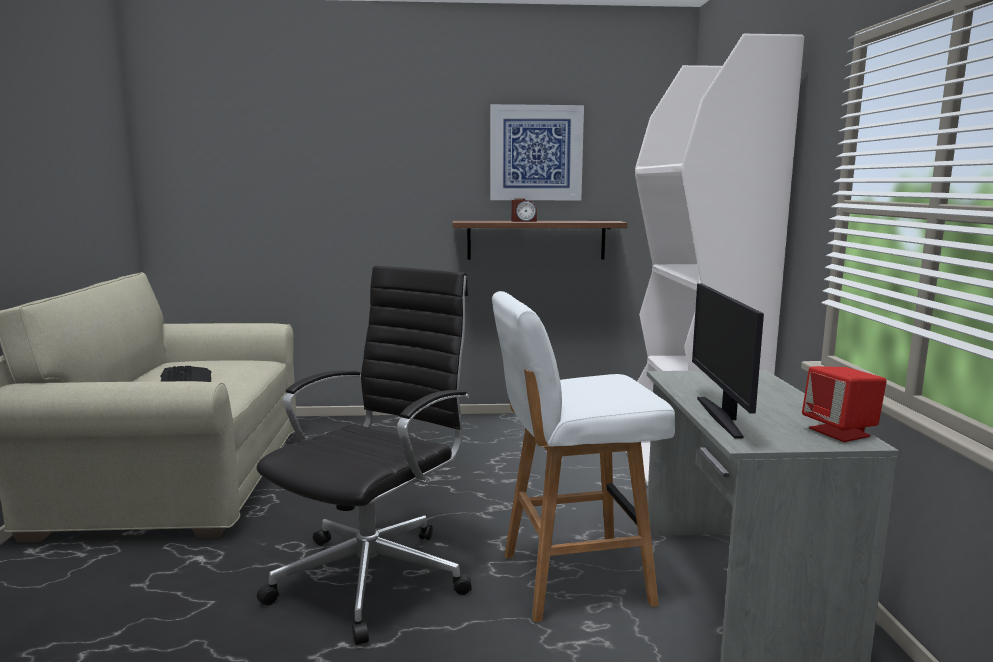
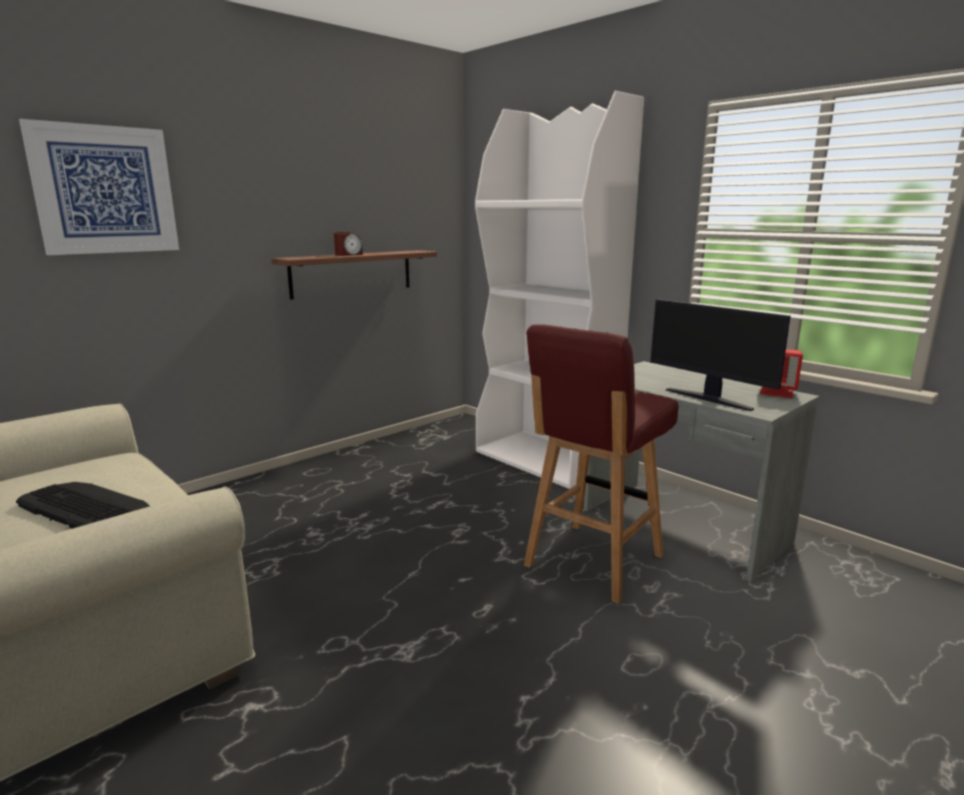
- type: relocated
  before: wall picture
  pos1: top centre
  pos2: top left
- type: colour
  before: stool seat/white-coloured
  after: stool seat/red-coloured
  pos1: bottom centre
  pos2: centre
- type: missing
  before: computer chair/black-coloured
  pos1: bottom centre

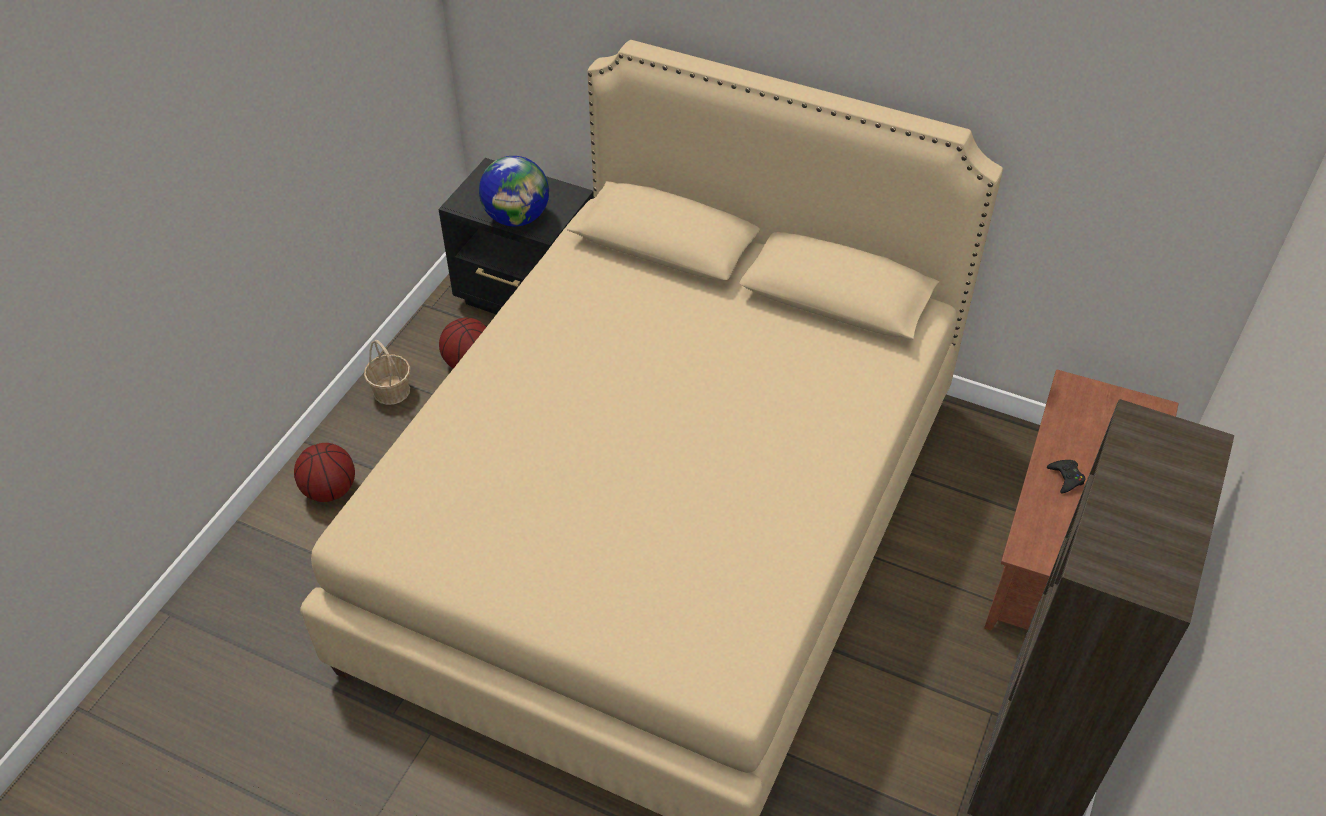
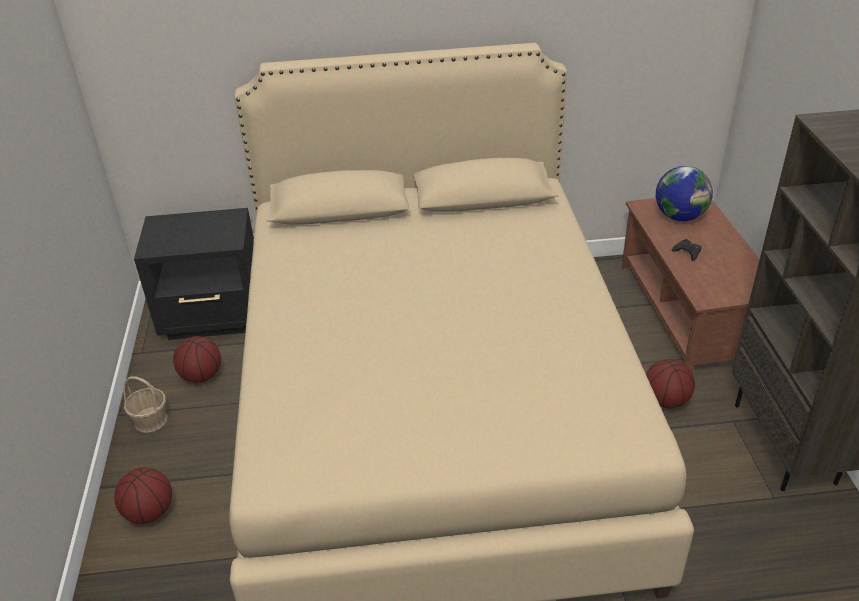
- type: appeared
  after: ball for basketball (no. 3 from left)
  pos2: middle right
- type: relocated
  before: world globe
  pos1: top centre
  pos2: top right

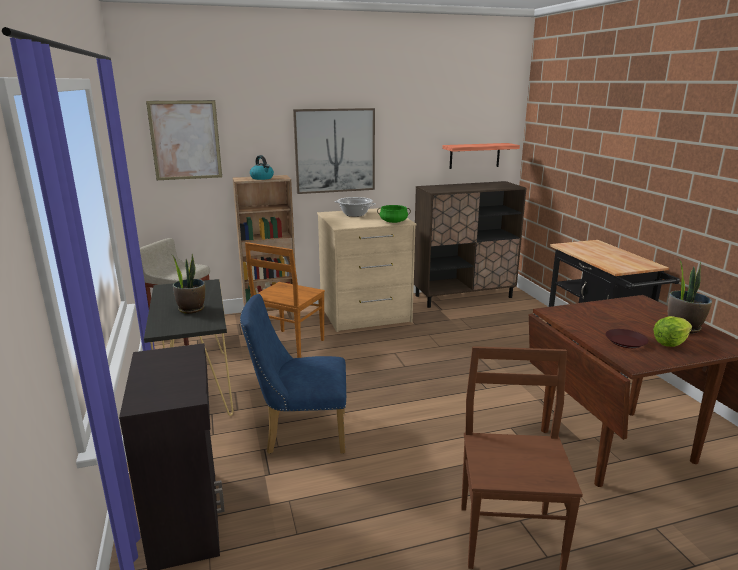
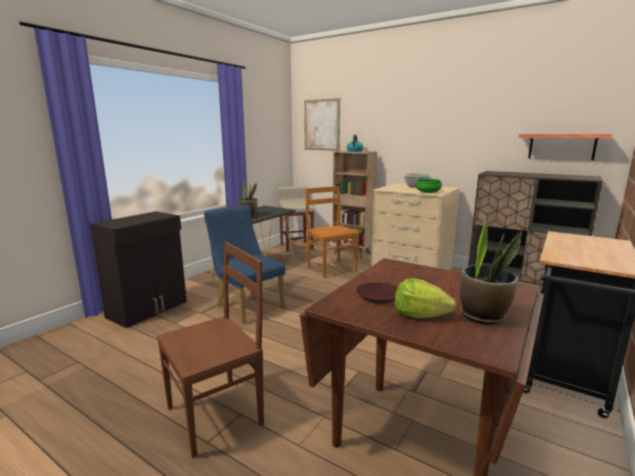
- type: spun
  before: chair/brown-coloured (no. 1 from left in the first image)
  pos1: centre
  pos2: centre
  turn: 75
- type: missing
  before: wall picture (no. 2 from left)
  pos1: top centre

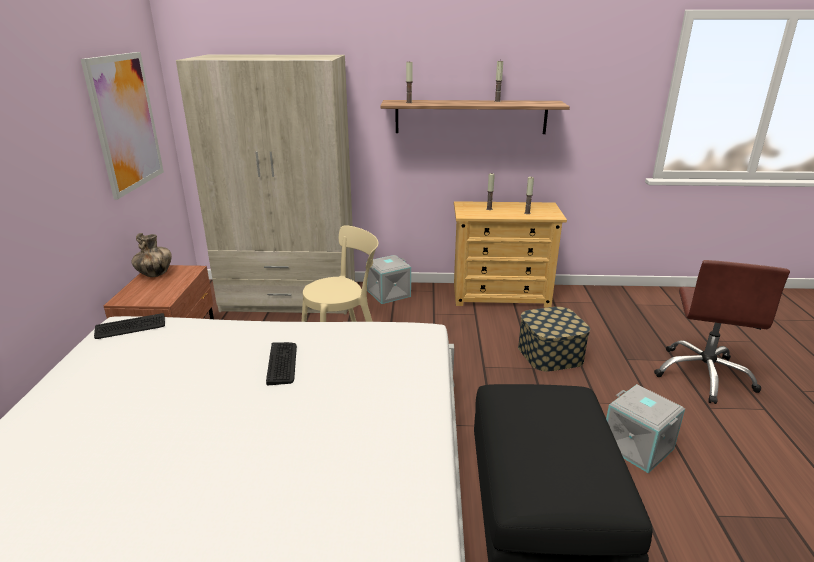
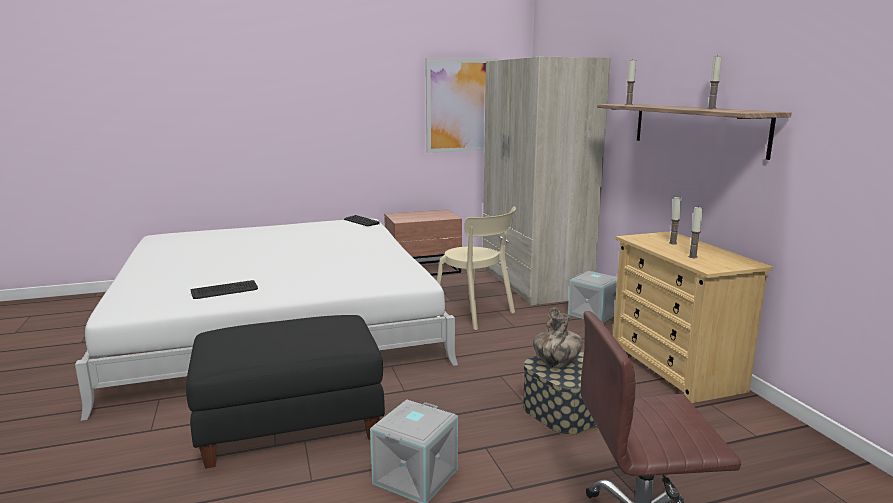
- type: relocated
  before: PC keyboard (no. 2 from left in the first image)
  after: PC keyboard (no. 1 from left)
  pos1: centre
  pos2: middle left
- type: relocated
  before: flower vase
  pos1: middle left
  pos2: bottom centre

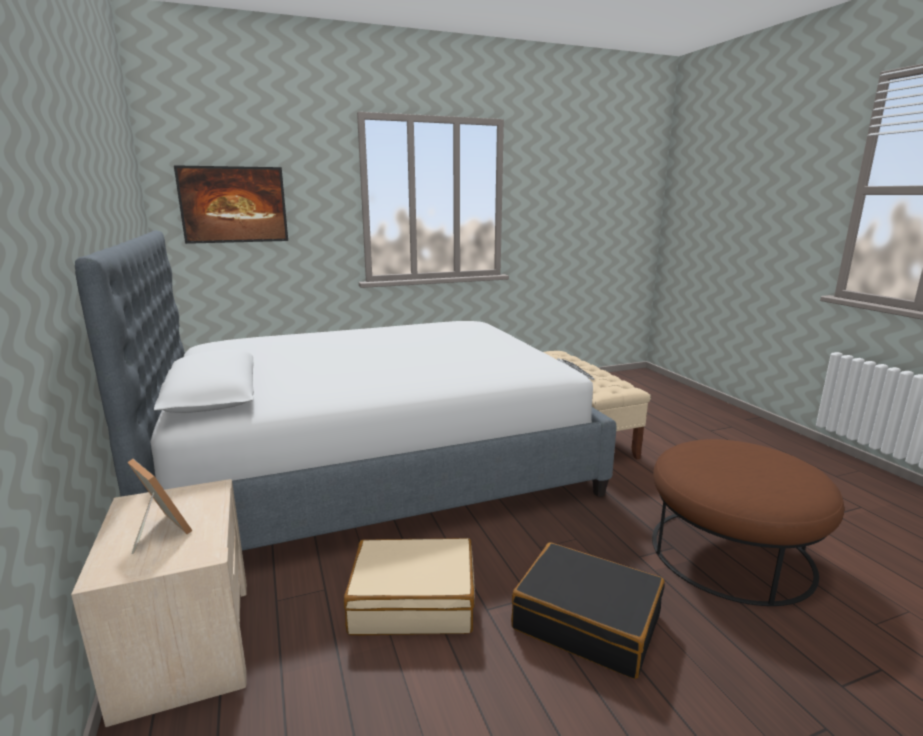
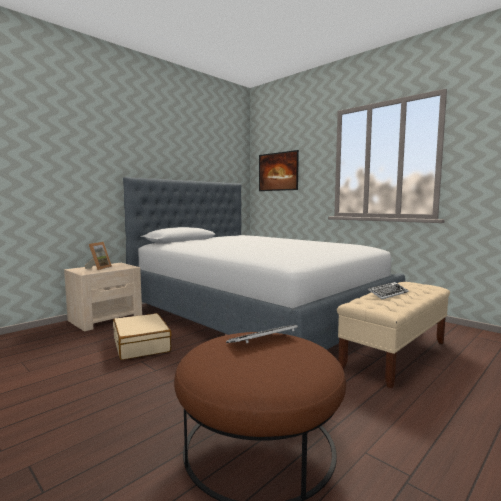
- type: appeared
  after: PC keyboard (no. 1 from left)
  pos2: bottom centre
- type: missing
  before: travel case/black-coloured
  pos1: bottom centre

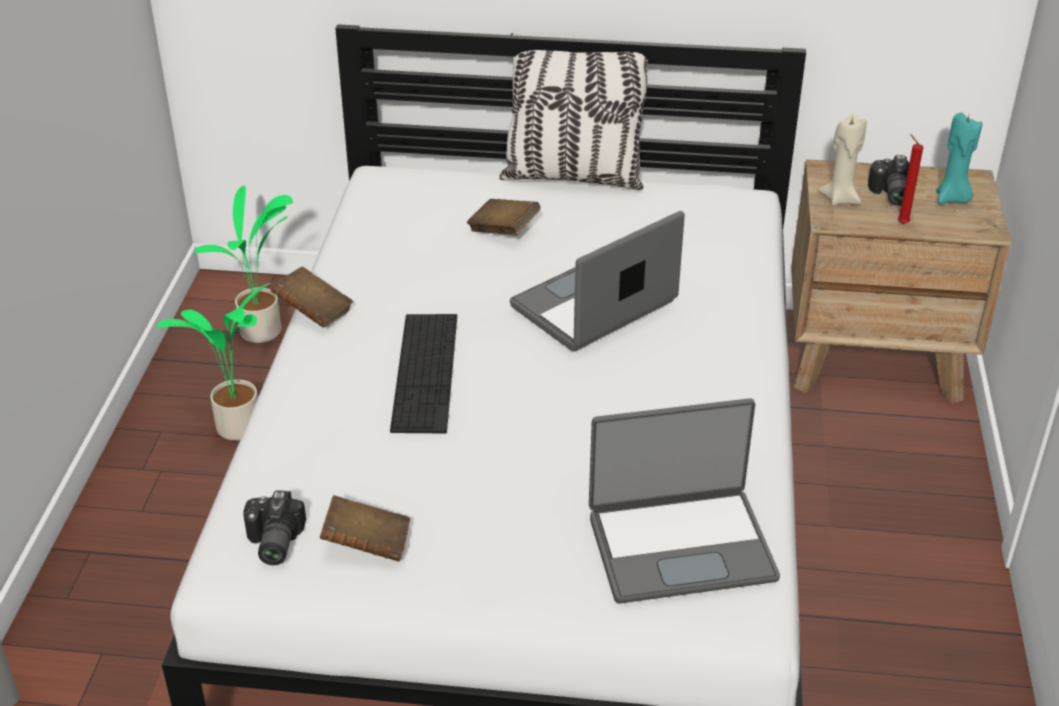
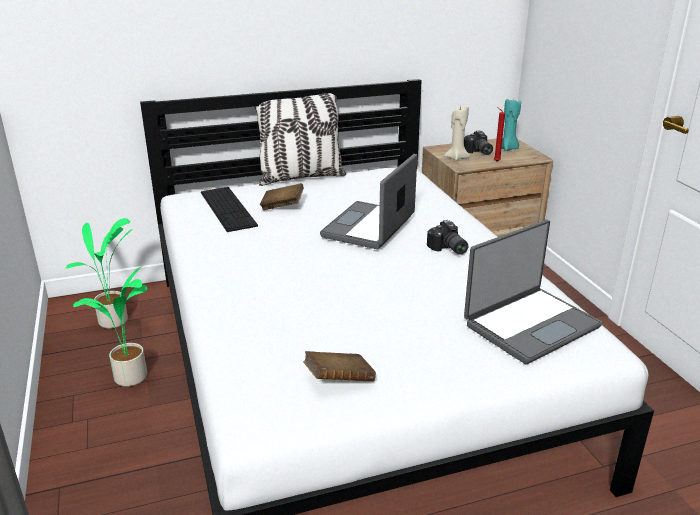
- type: relocated
  before: PC keyboard
  pos1: centre
  pos2: middle left
- type: relocated
  before: photo camera (no. 1 from left)
  pos1: bottom left
  pos2: centre
- type: missing
  before: volume/brown-coloured (no. 1 from left)
  pos1: middle left

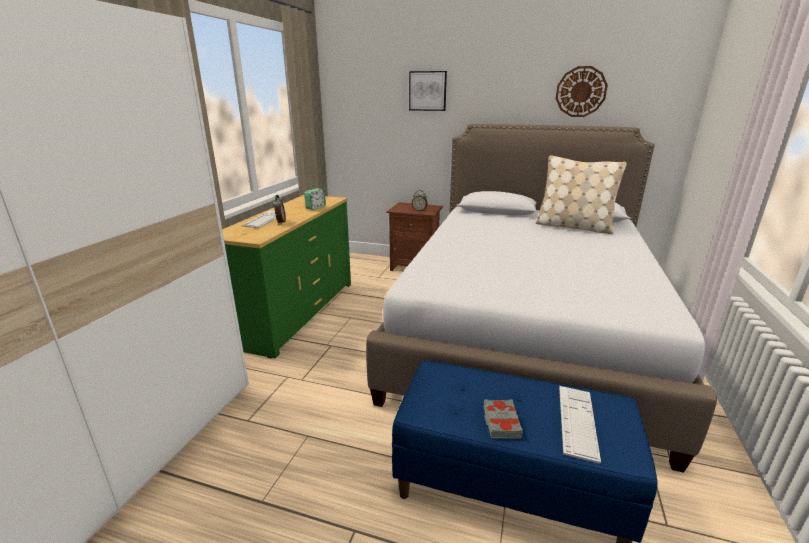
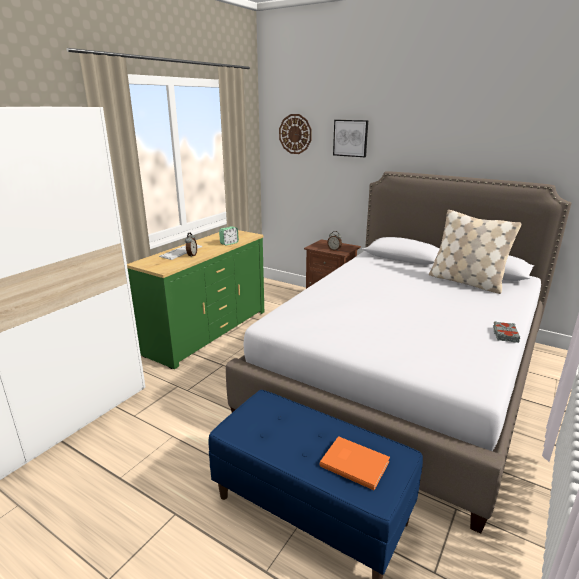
- type: relocated
  before: clock on the wall
  pos1: top right
  pos2: top centre
- type: exchanged
  before: PC keyboard (no. 2 from left)
  after: volume/orange
  pos1: bottom right
  pos2: bottom centre
- type: relocated
  before: volume/gray
  pos1: bottom centre
  pos2: middle right

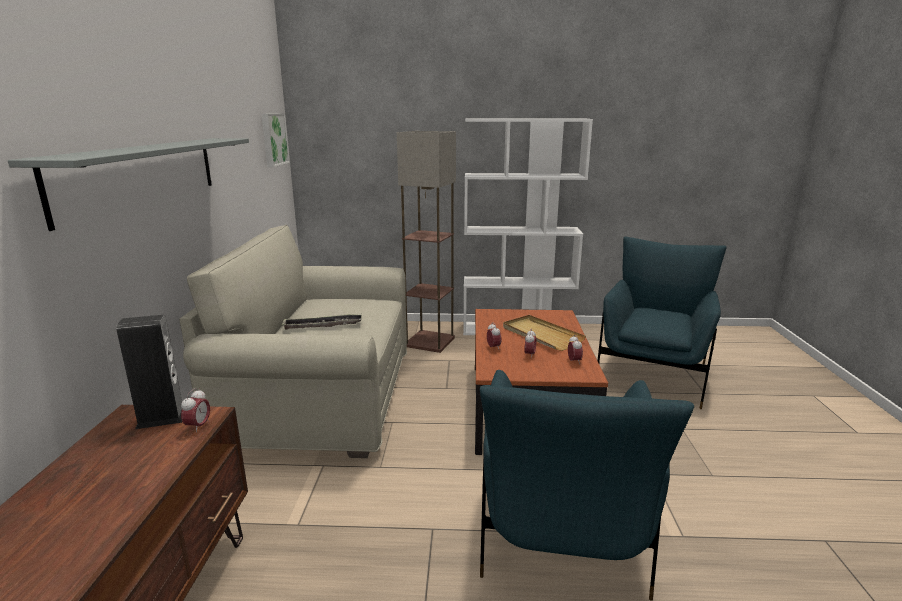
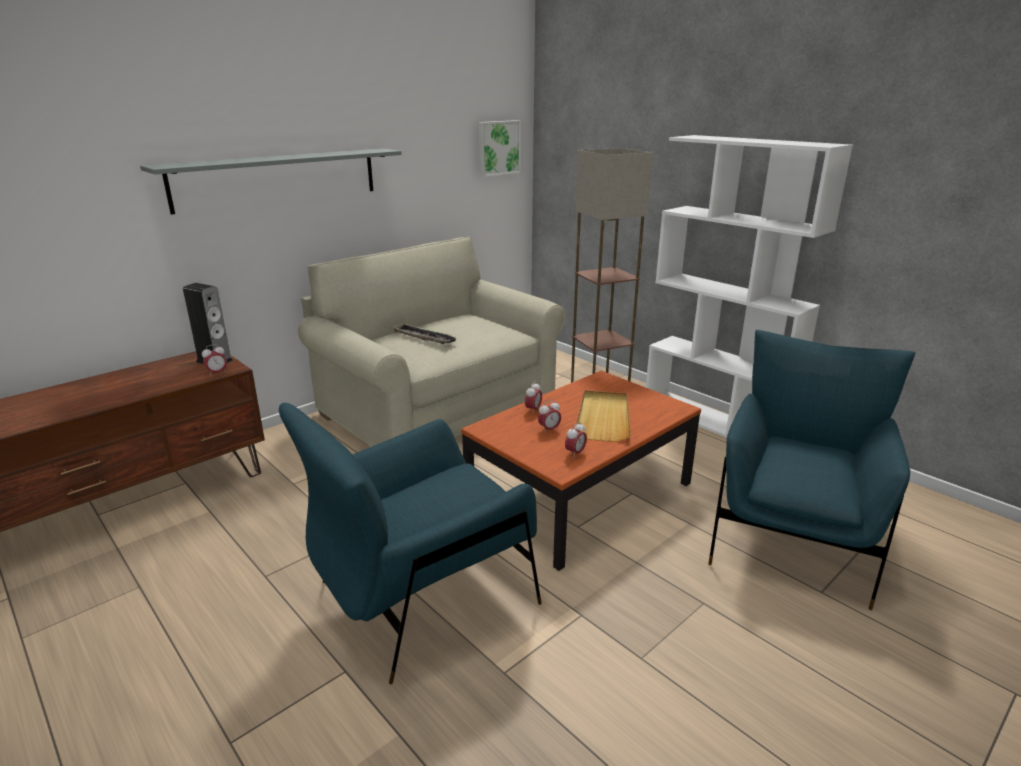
- type: spun
  before: easy chair/blue-coloured (no. 2 from left)
  pos1: middle right
  pos2: middle right
  turn: -45

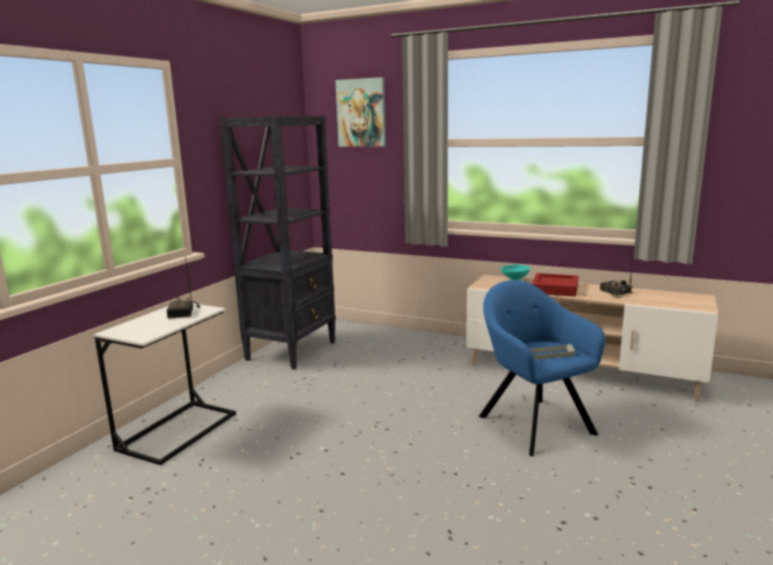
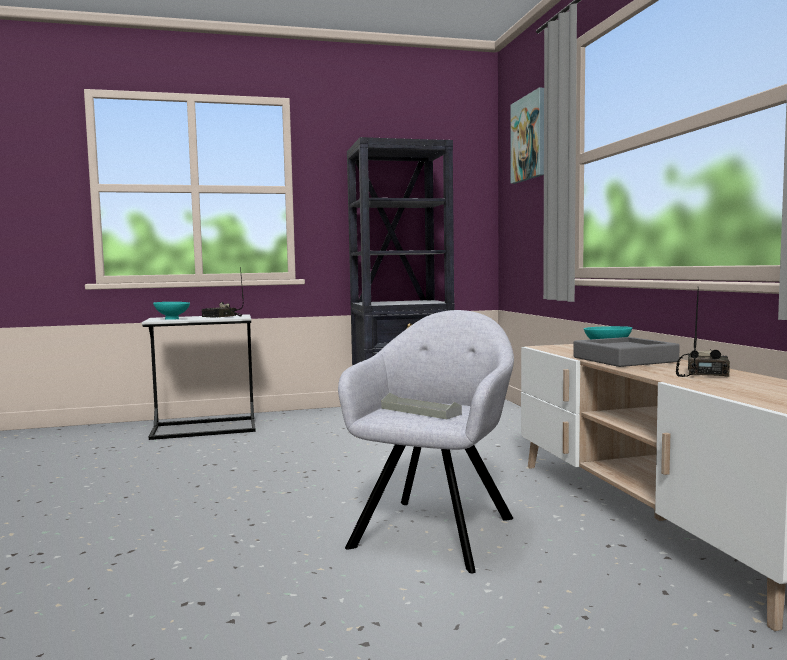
- type: appeared
  after: serving bowl/blue-green (no. 1 from left)
  pos2: middle left
- type: colour
  before: easy chair/blue-coloured
  after: easy chair/gray
  pos1: middle right
  pos2: bottom centre
- type: colour
  before: serving tray/red-coloured
  after: serving tray/gray (no. 2 from left)
  pos1: middle right
  pos2: middle right

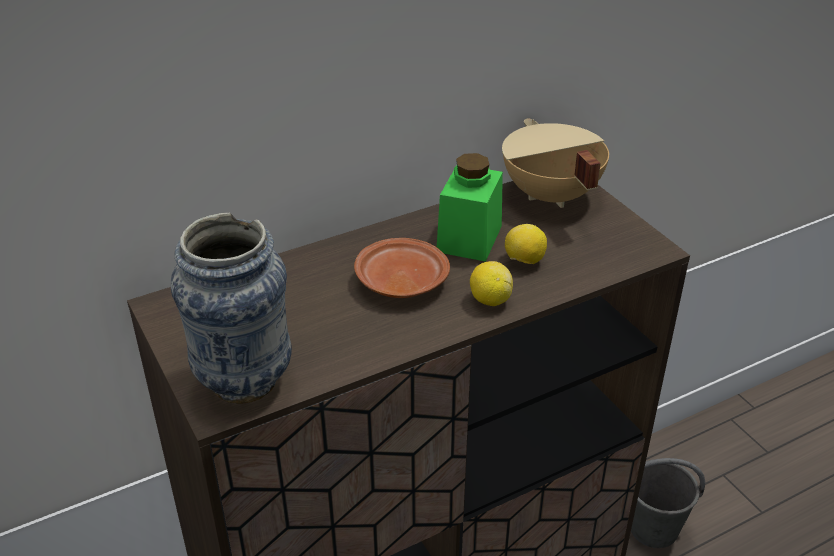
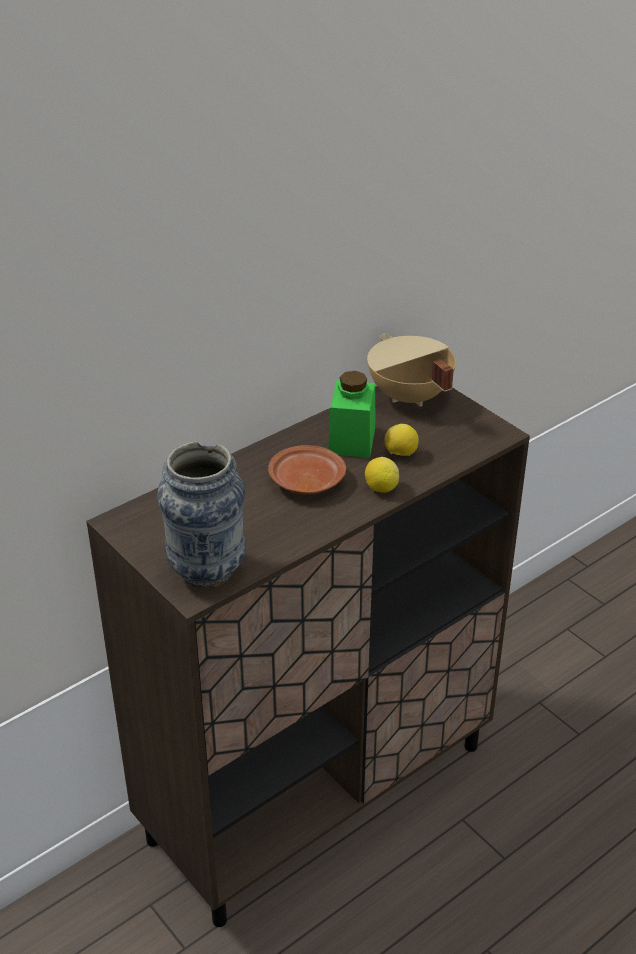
- type: missing
  before: water bucket/gray
  pos1: bottom right

